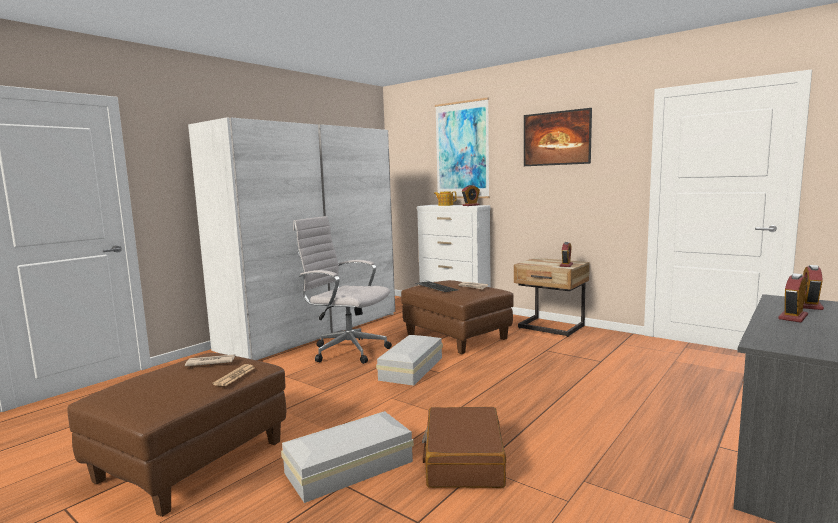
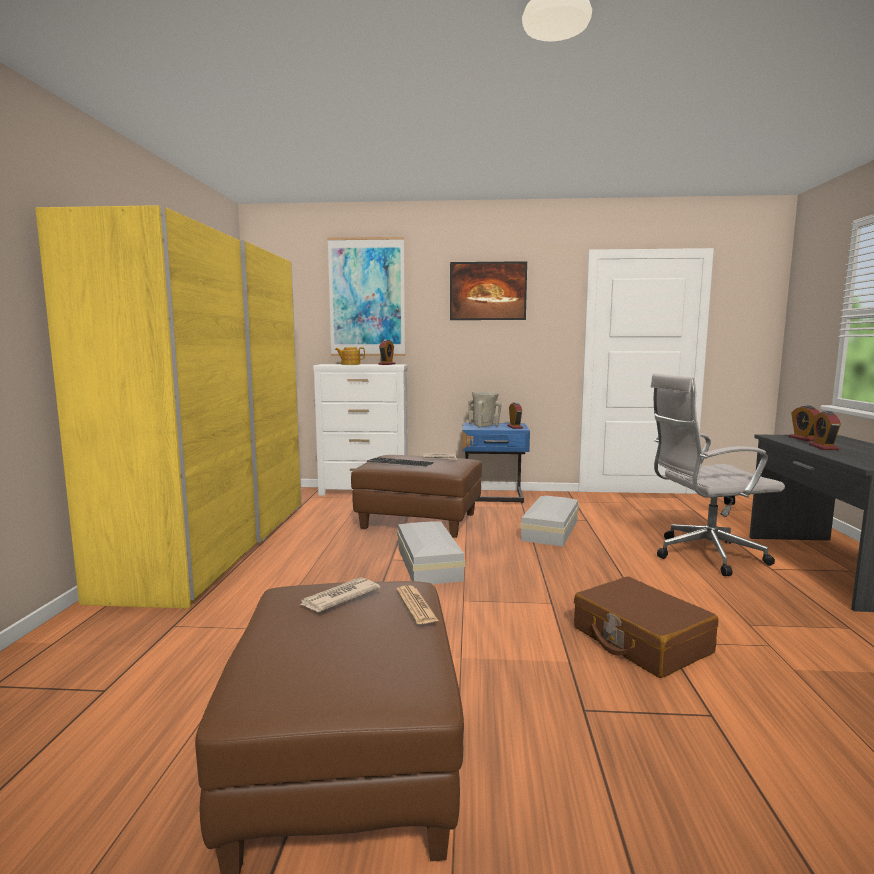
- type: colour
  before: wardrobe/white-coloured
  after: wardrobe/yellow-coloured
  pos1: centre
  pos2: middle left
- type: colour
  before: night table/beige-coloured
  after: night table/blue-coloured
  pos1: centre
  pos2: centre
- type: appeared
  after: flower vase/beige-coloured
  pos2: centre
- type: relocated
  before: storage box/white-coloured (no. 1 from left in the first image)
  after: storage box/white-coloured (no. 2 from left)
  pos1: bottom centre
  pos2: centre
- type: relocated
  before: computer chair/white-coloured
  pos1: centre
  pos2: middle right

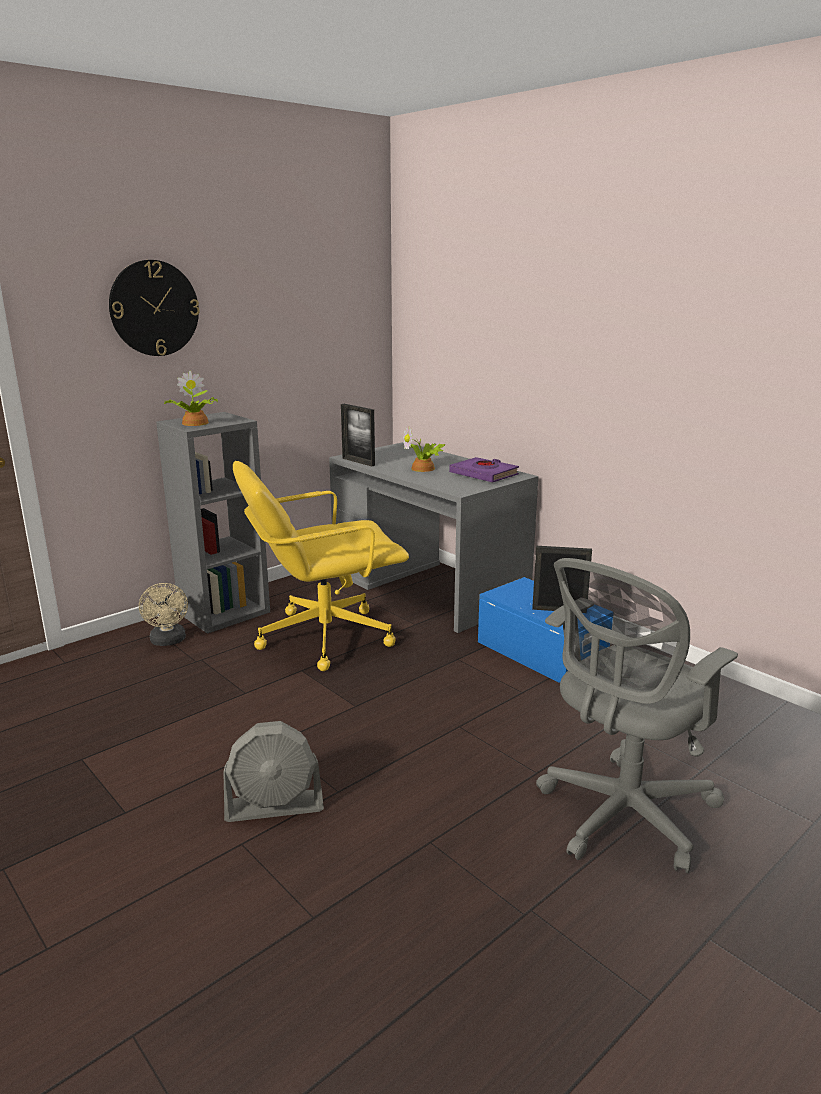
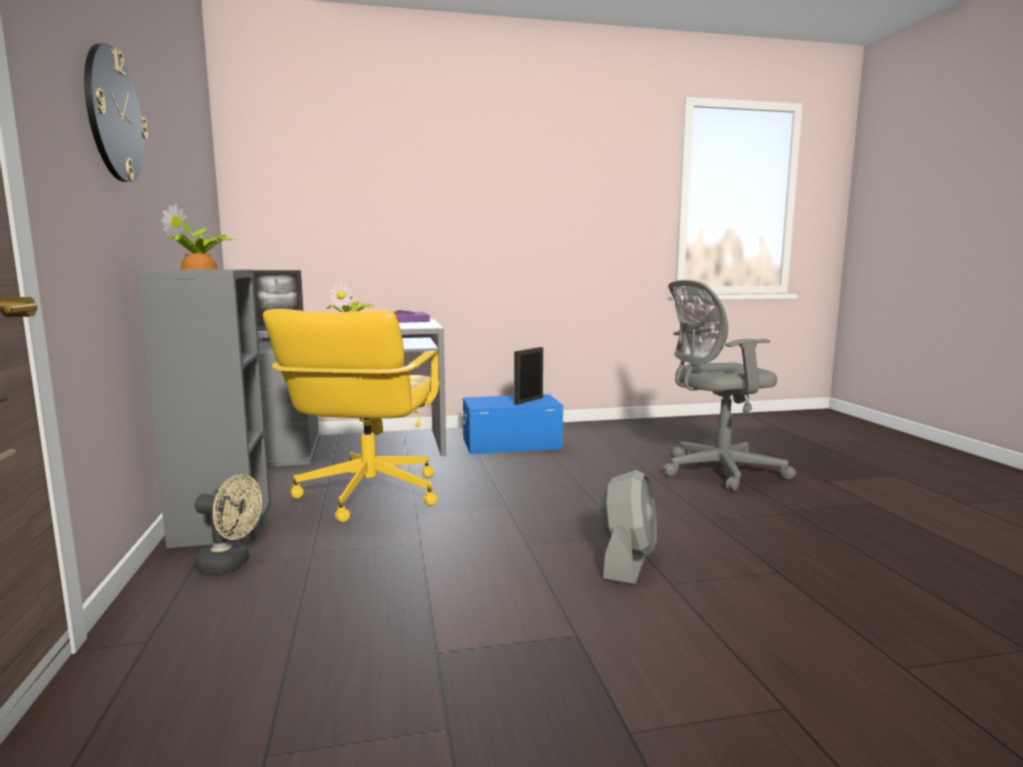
- type: spun
  before: computer chair/gray
  pos1: middle right
  pos2: middle right
  turn: 90

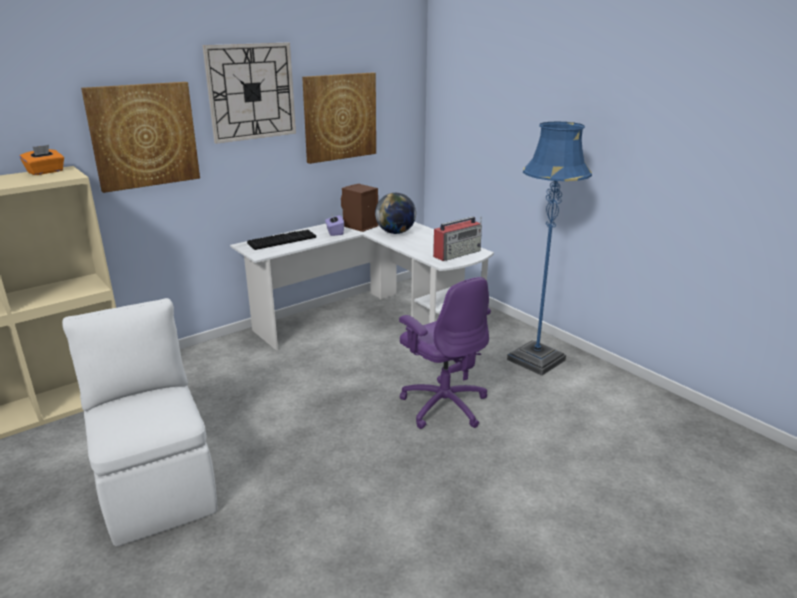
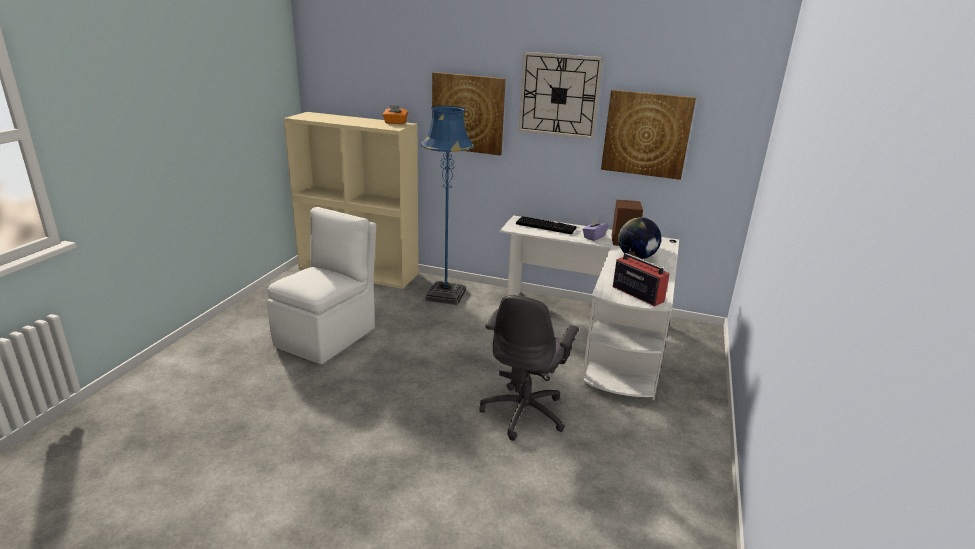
- type: relocated
  before: floor lamp/blue-coloured
  pos1: middle right
  pos2: centre
- type: colour
  before: computer chair/purplish
  after: computer chair/gray
  pos1: centre
  pos2: bottom centre
- type: spun
  before: radio set
  pos1: centre
  pos2: centre
  turn: -150

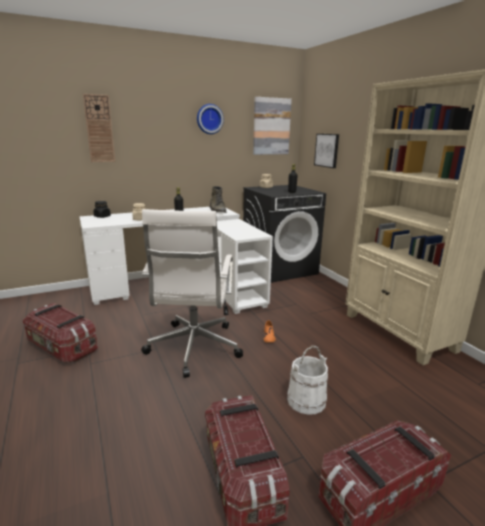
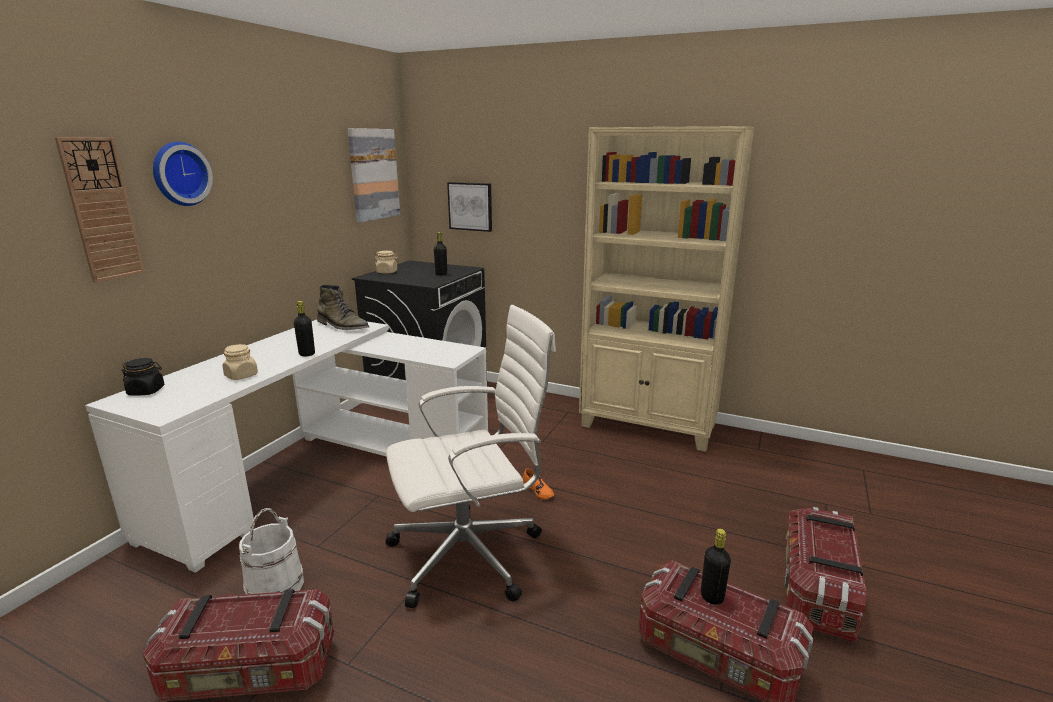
- type: relocated
  before: clock on the wall (no. 2 from left)
  pos1: top centre
  pos2: top left
- type: relocated
  before: water bucket/white-coloured
  pos1: bottom centre
  pos2: bottom left
- type: spun
  before: computer chair/white-coloured
  pos1: centre
  pos2: centre
  turn: -75
- type: appeared
  after: drink bottle/black-coloured (no. 3 from left)
  pos2: bottom right

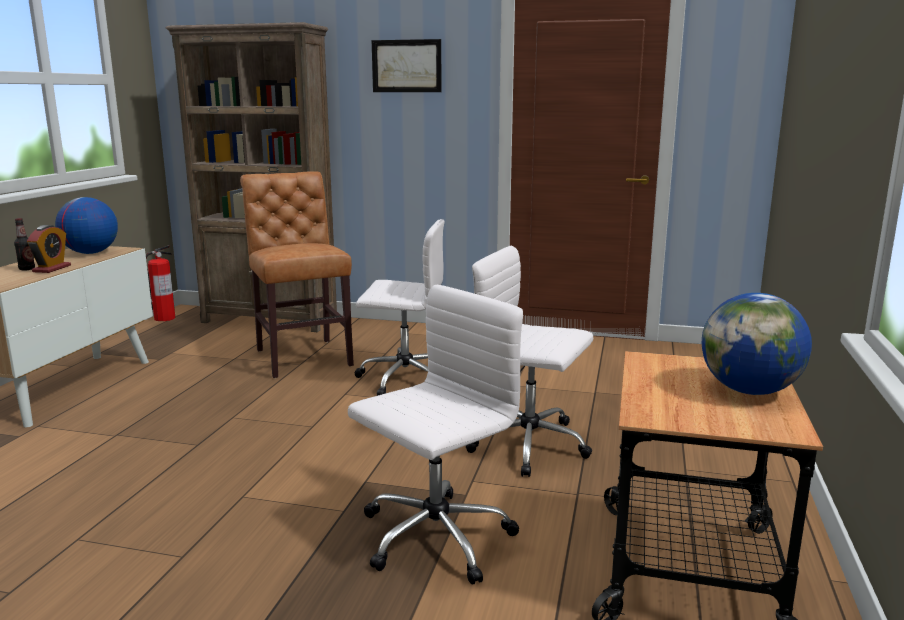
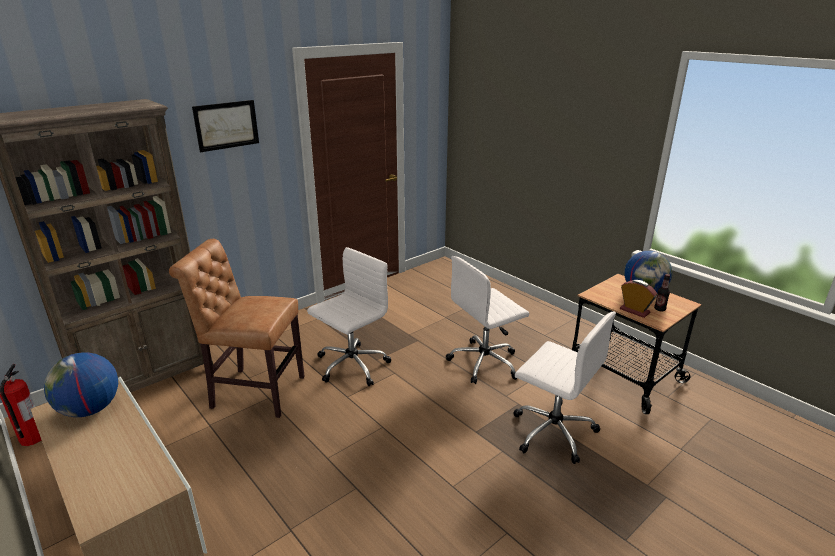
- type: spun
  before: computer chair/white-coloured (no. 2 from left in the first image)
  pos1: bottom centre
  pos2: bottom right
  turn: 135
- type: relocated
  before: bedside clock
  pos1: middle left
  pos2: middle right
- type: relocated
  before: drink bottle
  pos1: middle left
  pos2: middle right

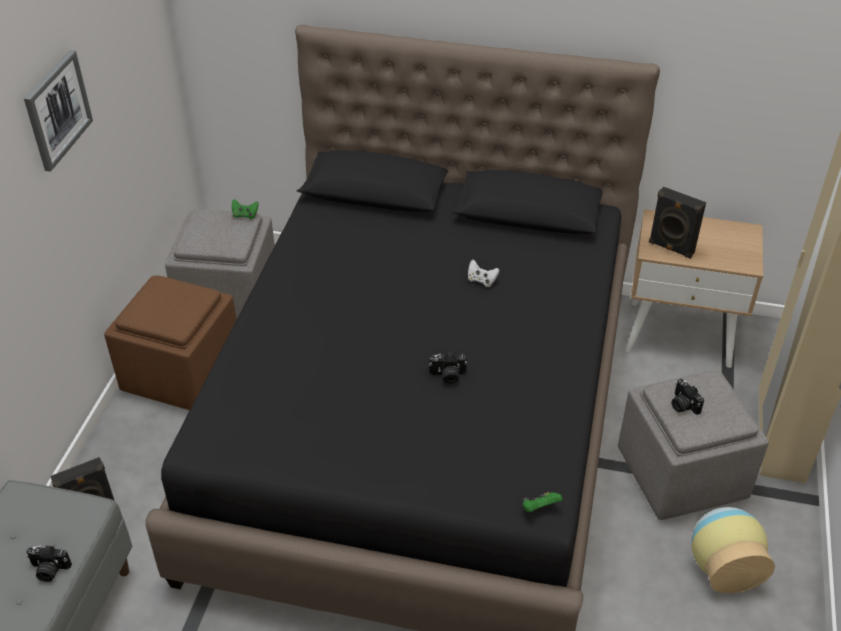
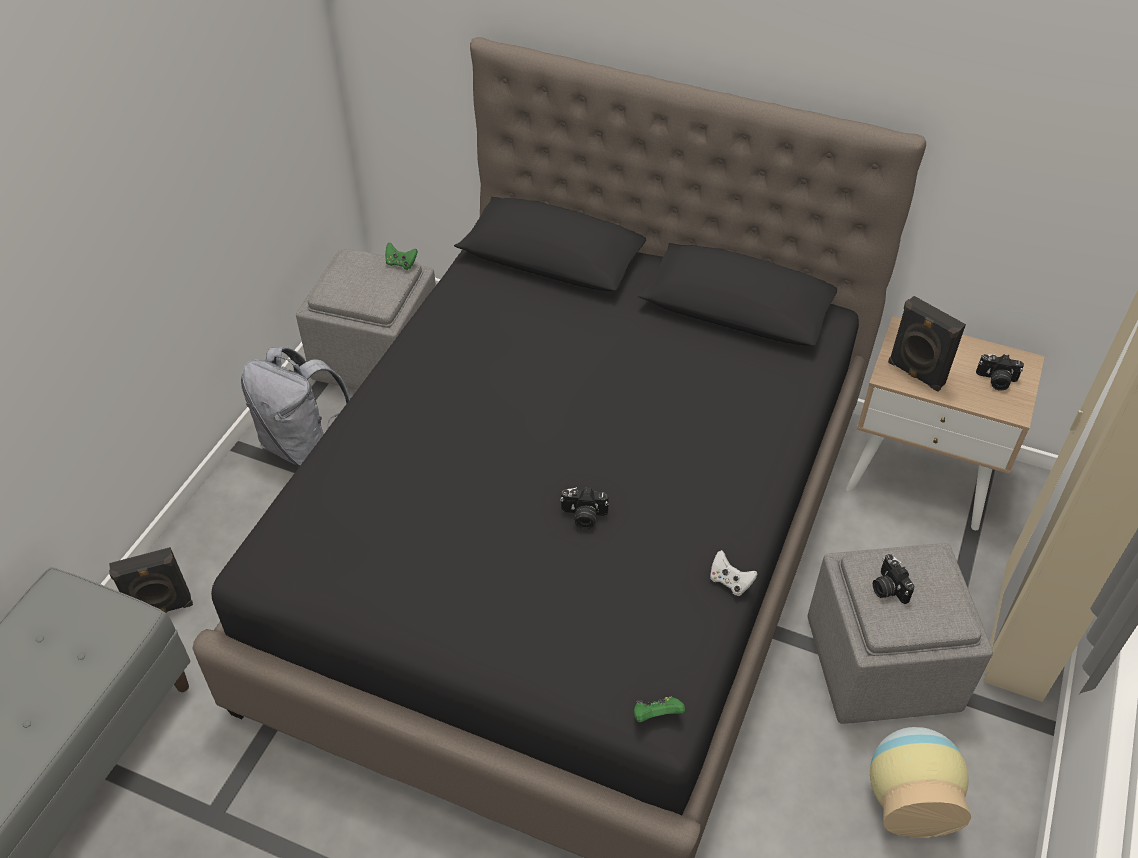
- type: exchanged
  before: ottoman/brown-coloured
  after: backpack/gray
  pos1: middle left
  pos2: middle left
- type: relocated
  before: joypad/white-coloured
  pos1: centre
  pos2: bottom centre
- type: relocated
  before: photo camera (no. 1 from left in the first image)
  after: photo camera (no. 3 from left)
  pos1: bottom left
  pos2: middle right
- type: missing
  before: wall picture
  pos1: top left

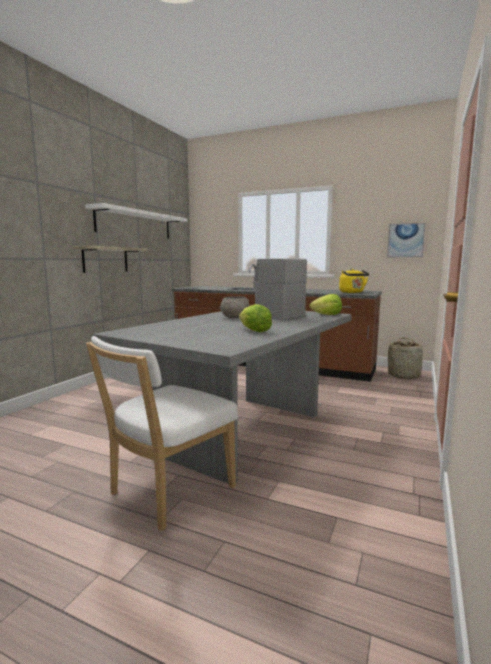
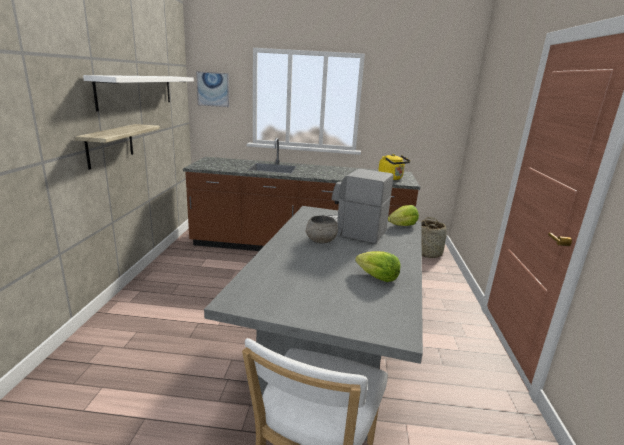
- type: relocated
  before: wall picture
  pos1: middle right
  pos2: top centre

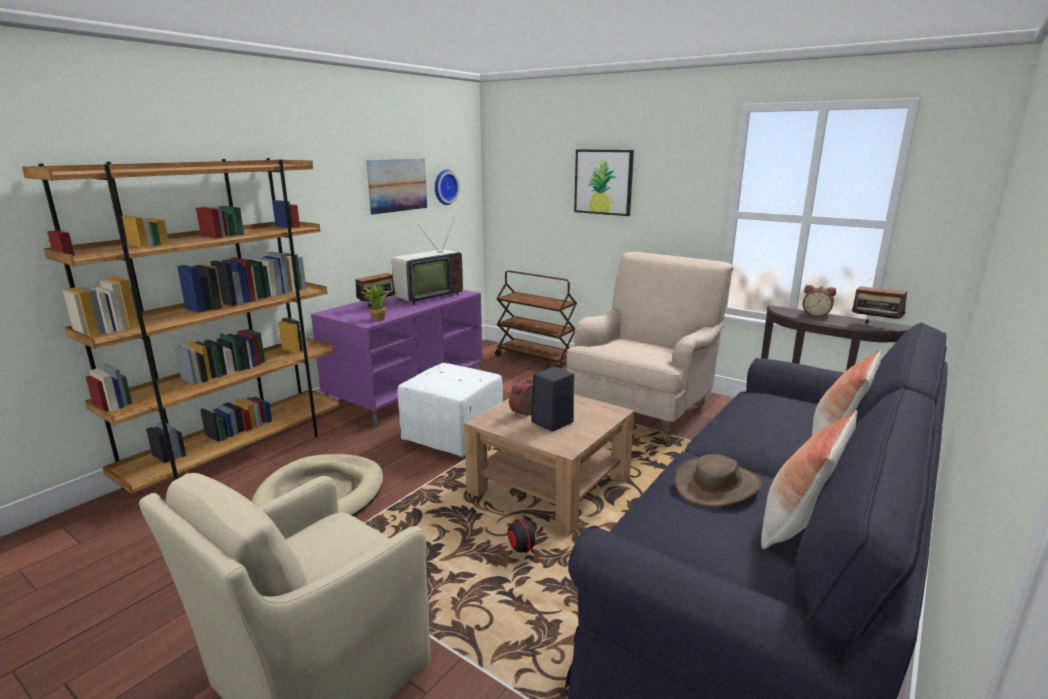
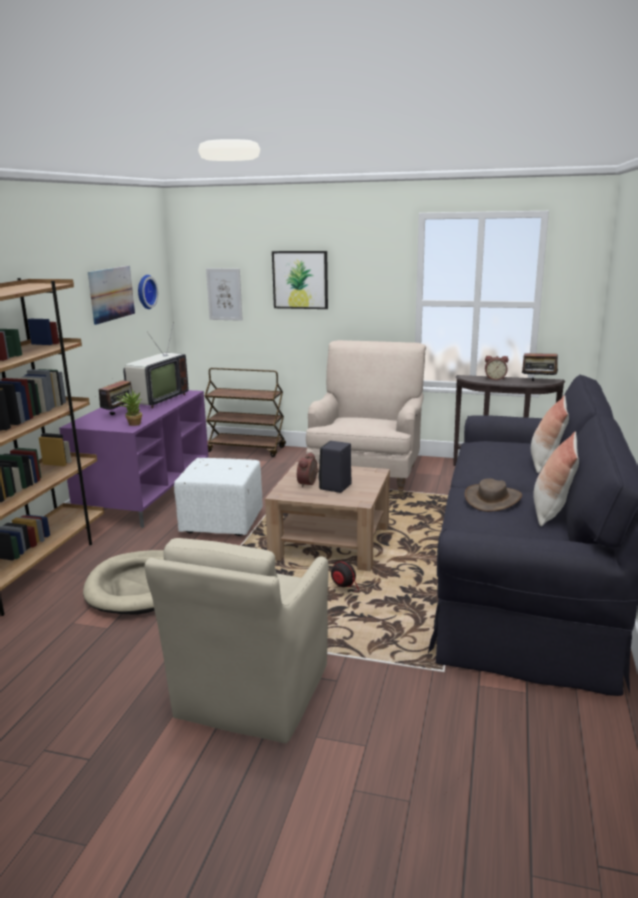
- type: appeared
  after: wall picture (no. 2 from left)
  pos2: top centre

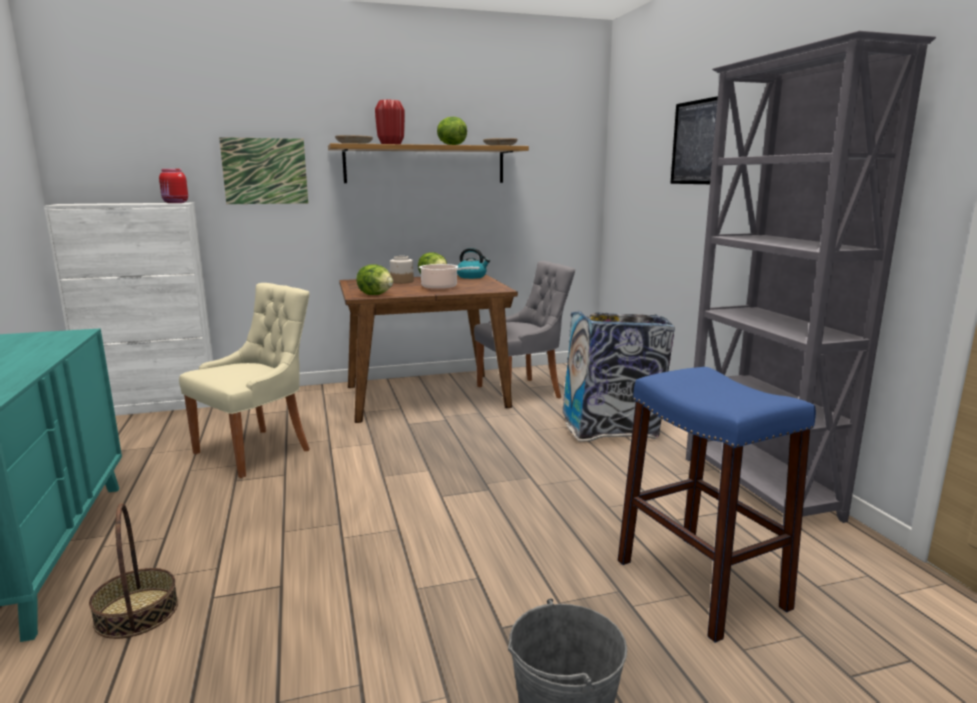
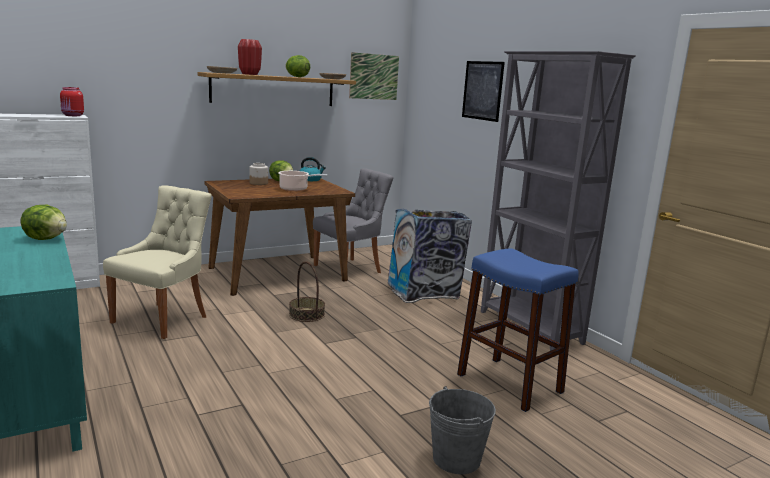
- type: relocated
  before: lettuce head (no. 1 from left)
  pos1: centre
  pos2: middle left
- type: relocated
  before: storage basket
  pos1: bottom left
  pos2: centre
- type: relocated
  before: wall picture (no. 1 from left)
  pos1: top left
  pos2: top centre

